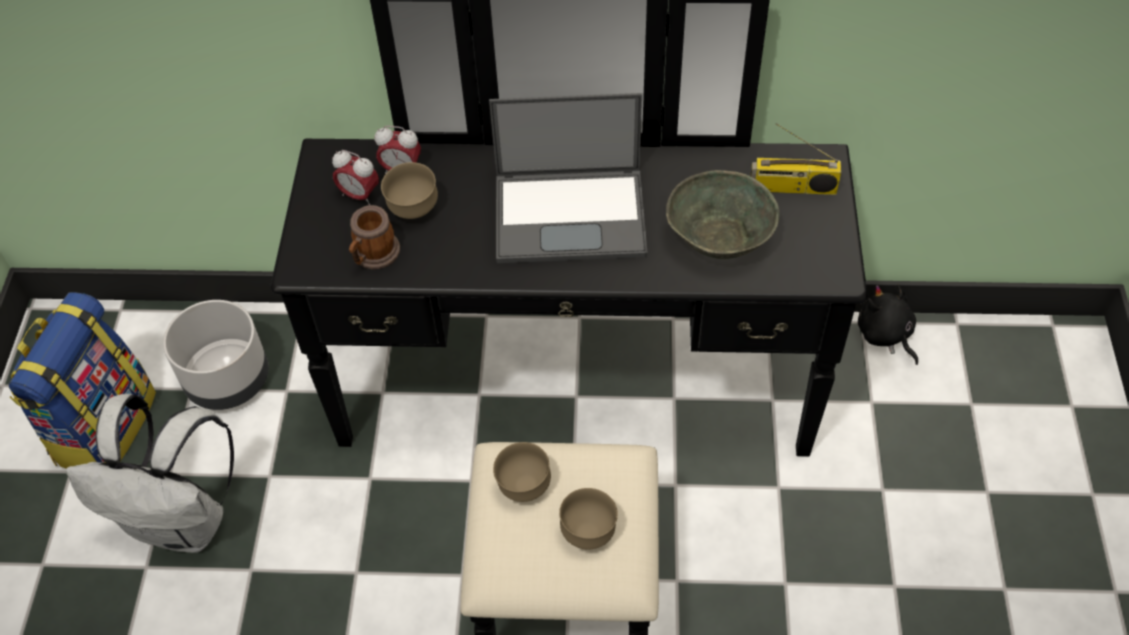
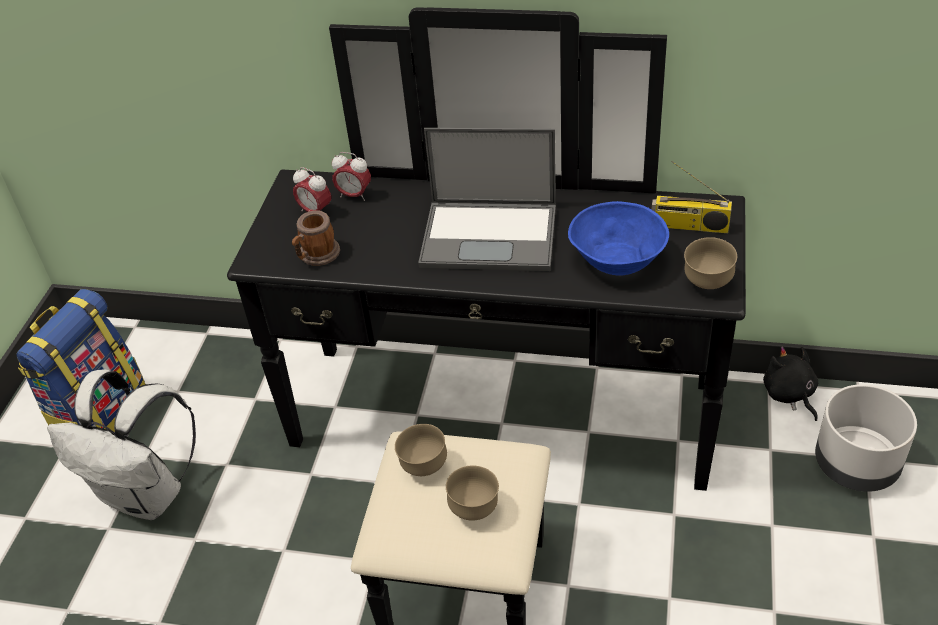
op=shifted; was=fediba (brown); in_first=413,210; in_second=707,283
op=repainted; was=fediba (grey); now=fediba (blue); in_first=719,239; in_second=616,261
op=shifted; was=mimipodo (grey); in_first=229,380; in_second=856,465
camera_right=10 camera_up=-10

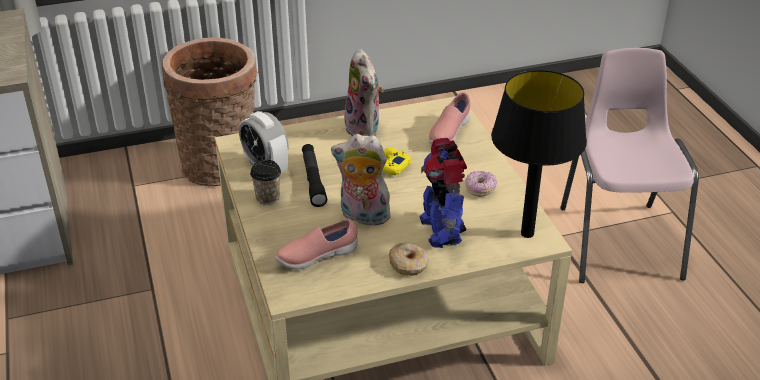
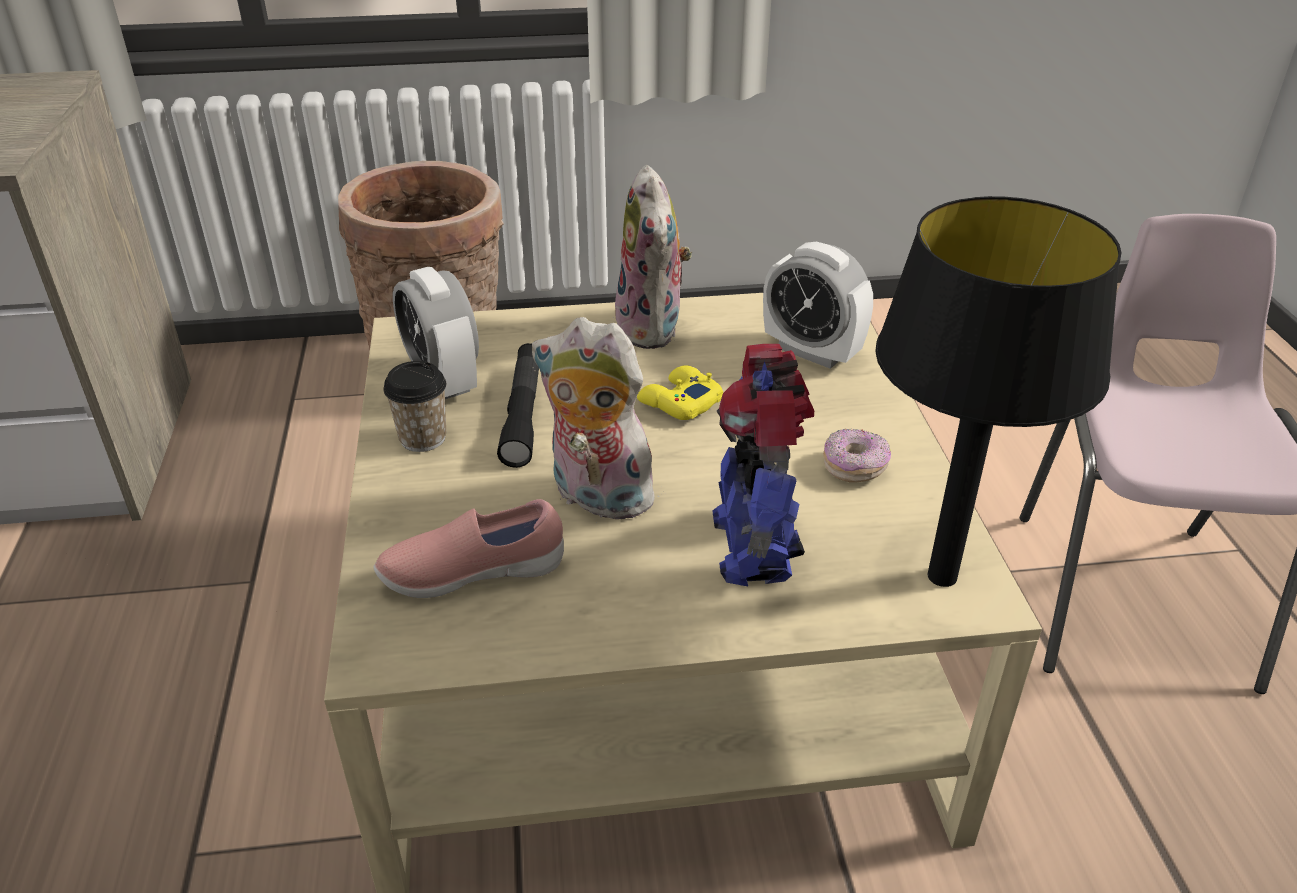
op=swapped; was=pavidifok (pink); now=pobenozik; in_first=448,133; in_second=812,352
op=gone; was=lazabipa; in_first=409,264
camera_right=10 camera_up=0

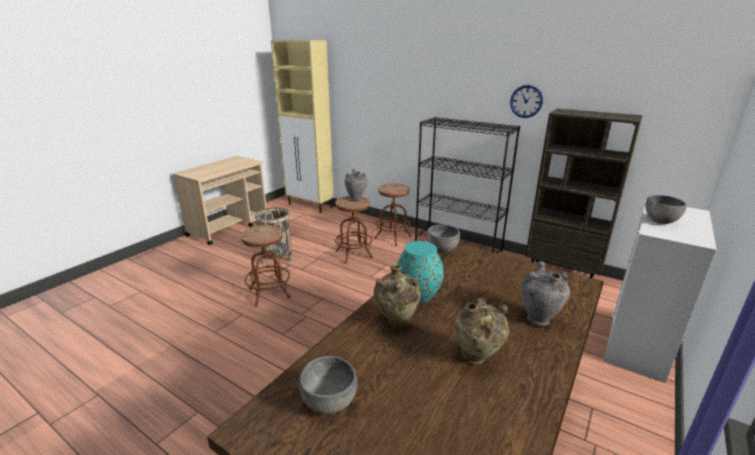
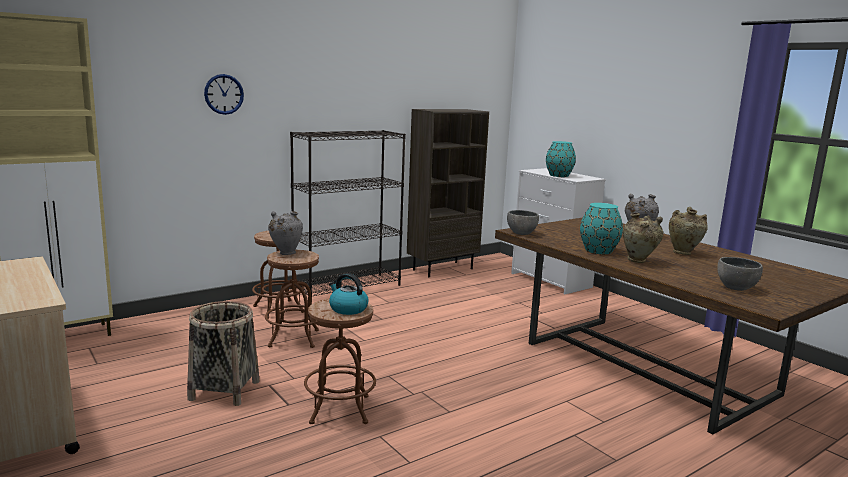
op=shifted; was=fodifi; in_first=526,101; in_second=224,94
op=swapped; was=fediba (grey); now=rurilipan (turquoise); in_first=660,221; in_second=559,175
op=new; now=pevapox; in_second=347,309
camera_right=-70 camera_up=-10

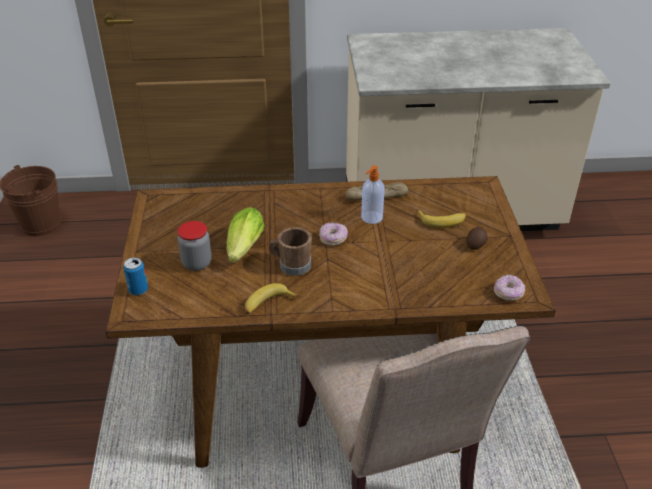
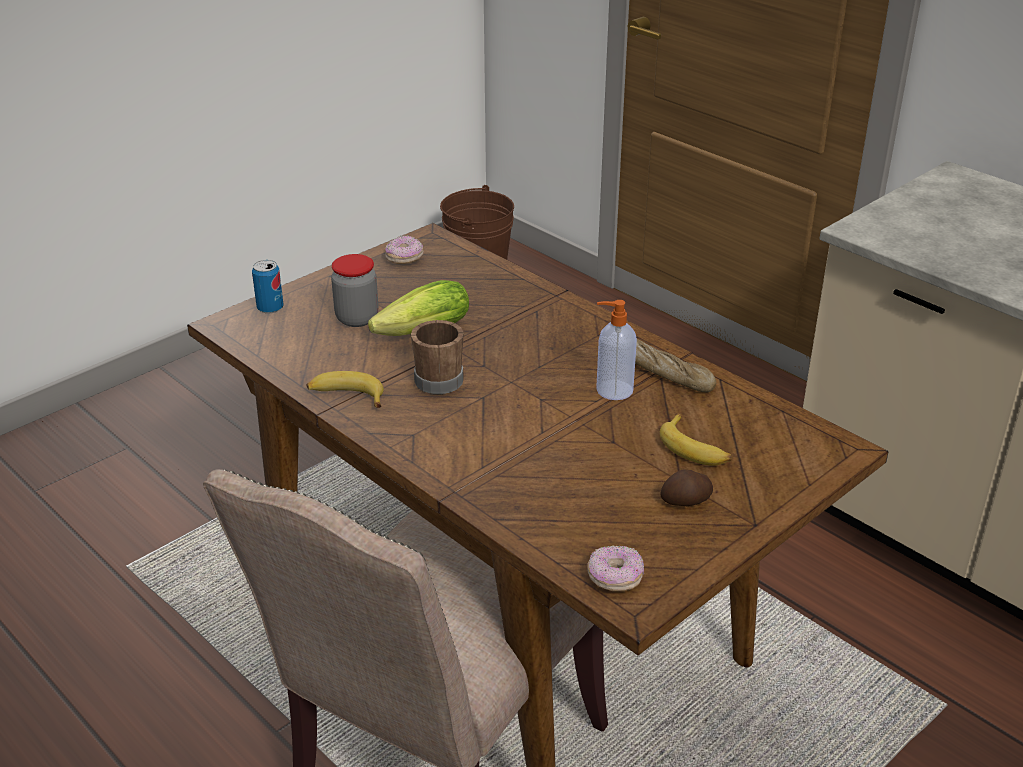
op=shifted; was=lazabipa; in_first=333,239; in_second=404,258
camera_right=50 camera_up=-5

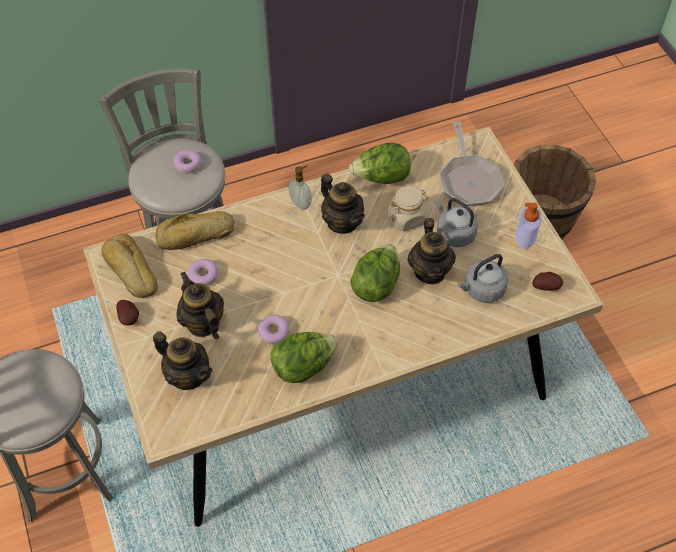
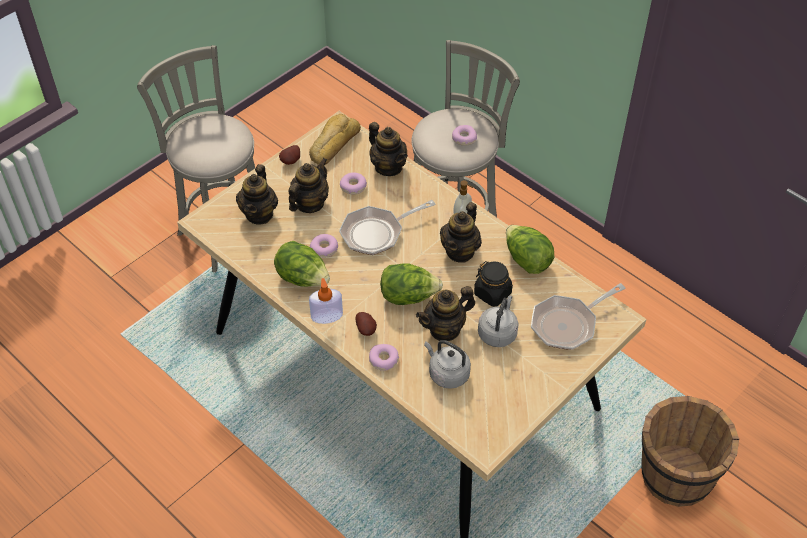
op=repainted; was=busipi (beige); now=busipi (black); in_first=407,218; in_second=492,293
op=shifted; was=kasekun; in_first=525,236; in_second=327,316
op=swapped; was=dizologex; now=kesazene; in_first=196,236; in_second=388,167
op=shifted; was=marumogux; in_first=546,286; in_second=366,329
op=new; now=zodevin; in_second=376,233
op=new; now=lazabipa; in_second=384,360
camera_right=65 camera_up=-5

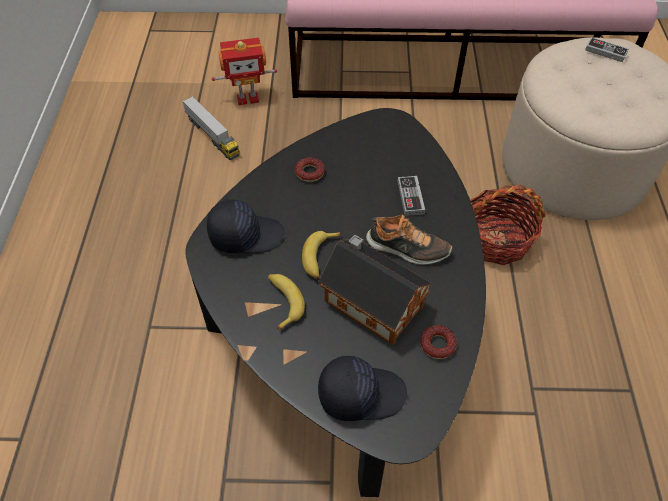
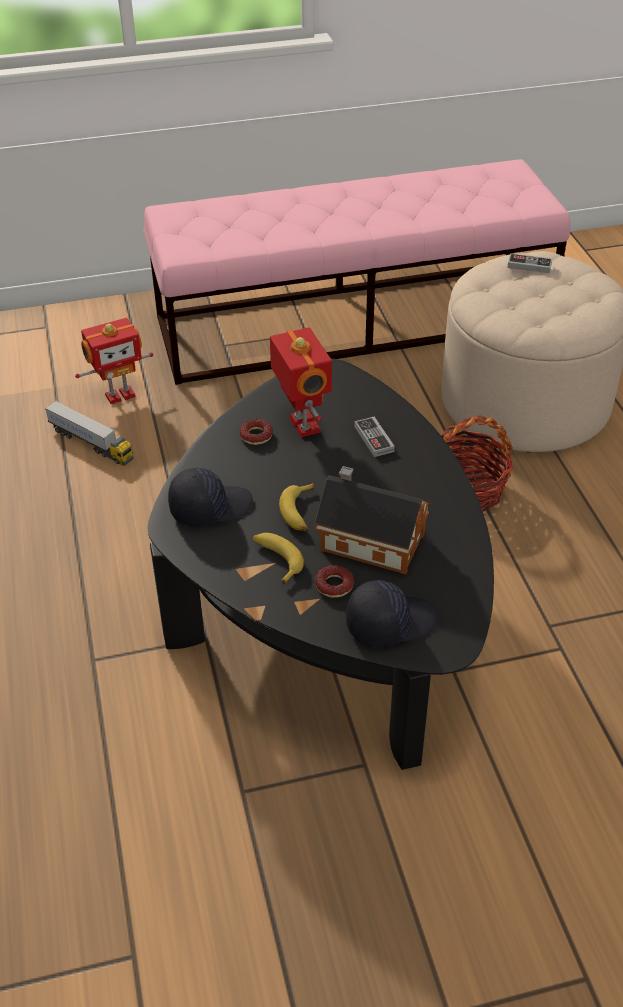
op=gone; was=pavidifok; in_first=407,248
op=shifted; was=lazabipa; in_first=437,344; in_second=334,585
op=new; now=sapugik; in_second=302,426
camera_right=-15 camera_up=-10

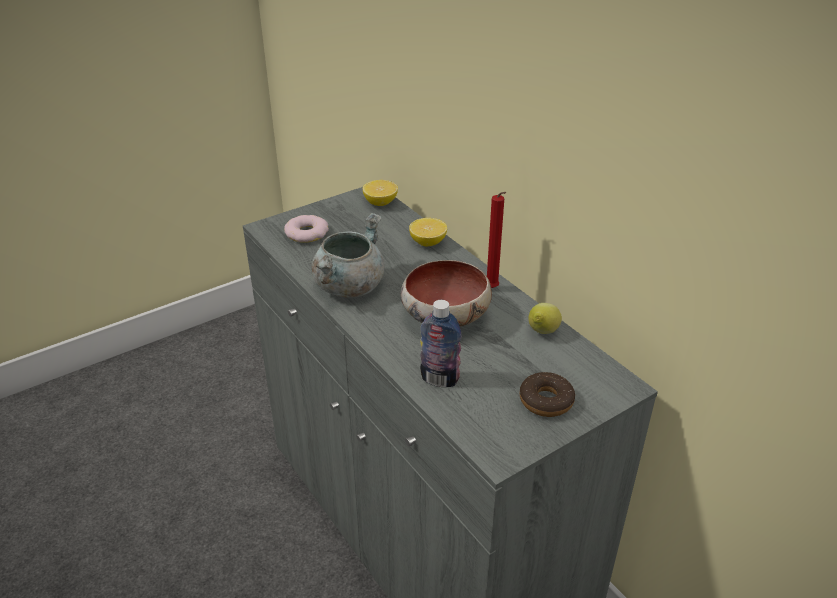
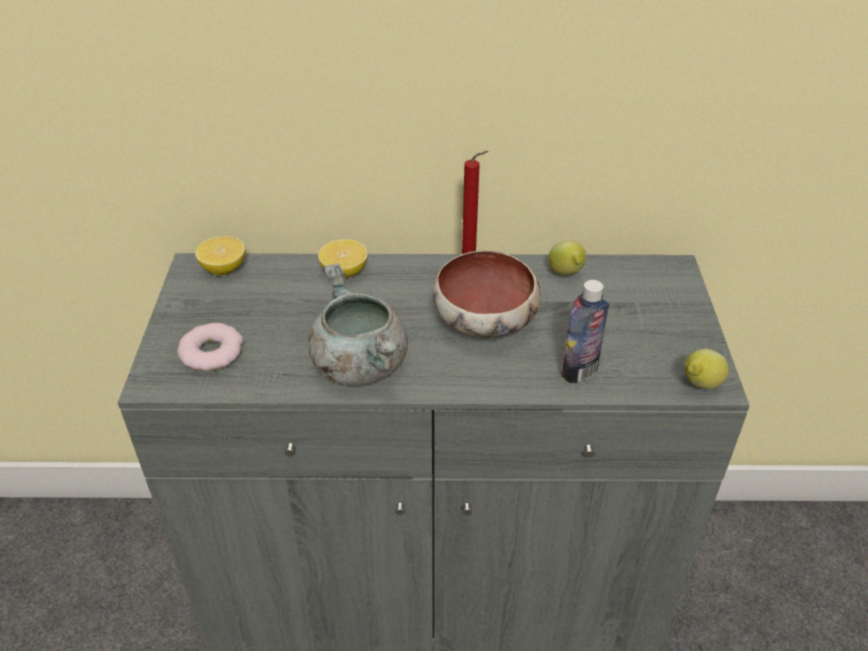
op=gone; was=lazabipa; in_first=546,401
op=new; now=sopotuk; in_second=699,386
camera_right=-55 camera_up=5

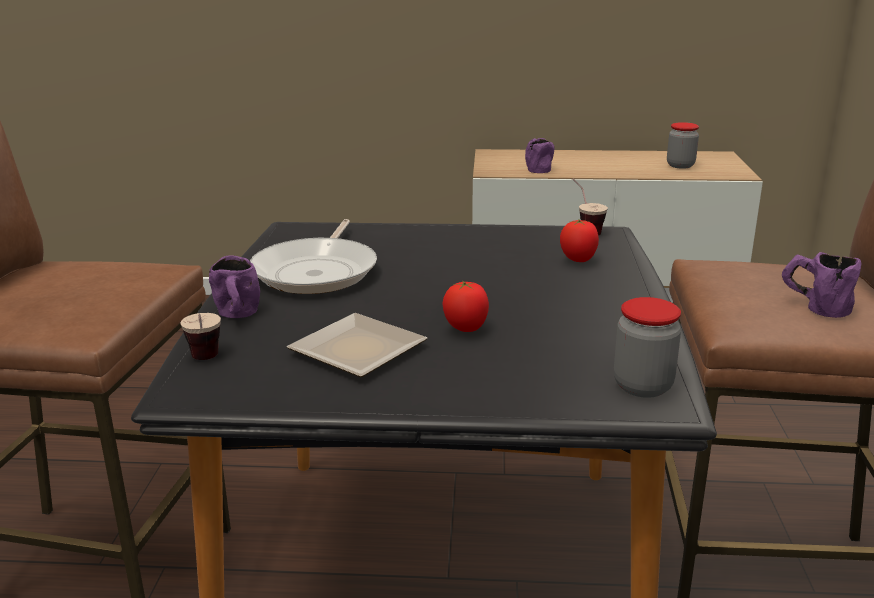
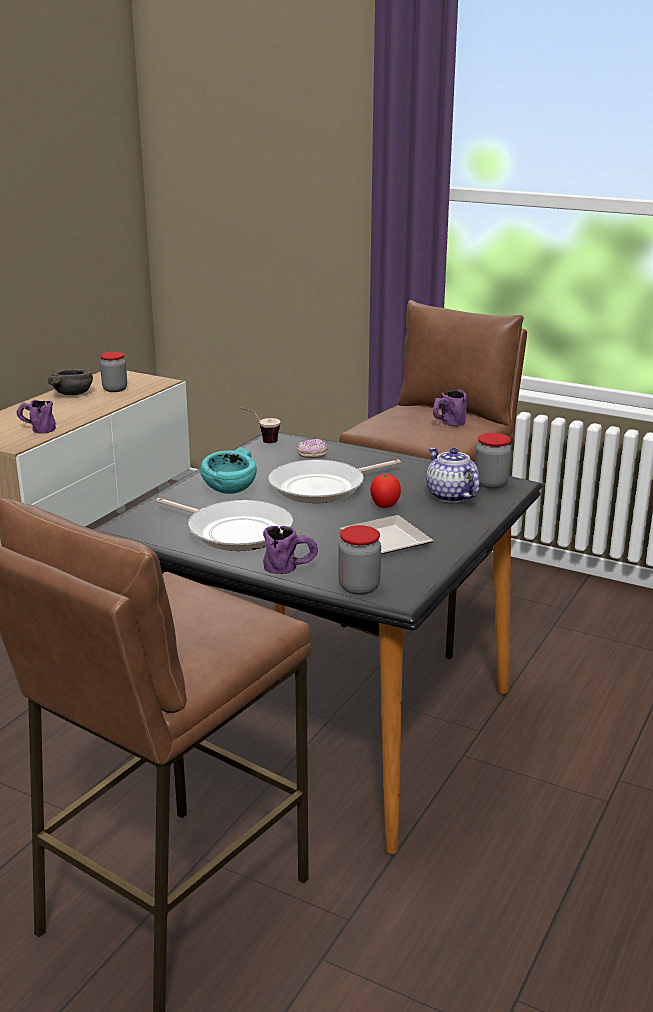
op=swapped; was=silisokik; now=lazabipa; in_first=578,260; in_second=312,456
op=swapped; was=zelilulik; now=busipi; in_first=205,362; in_second=359,587
op=new; now=fediba (grey); in_second=72,393
op=new; now=fediba (turquoise); in_second=230,489
op=new; now=kesazene; in_second=450,496
op=new; now=zodevin; in_second=322,487
camera_right=-65 camera_up=0

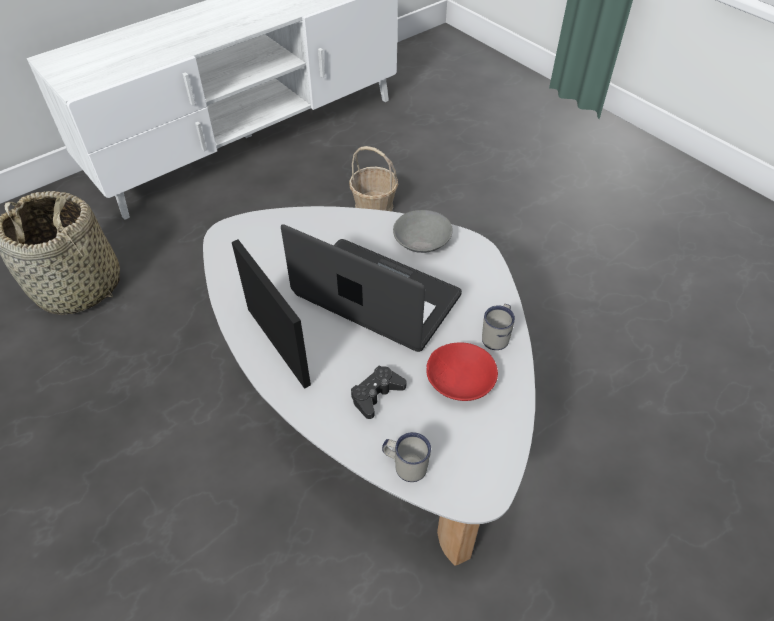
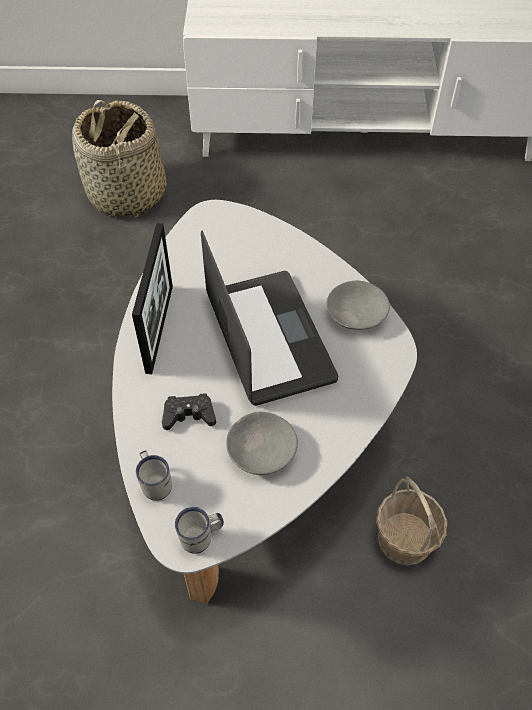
op=shifted; was=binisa; in_first=374,206; in_second=404,539
op=shifted; was=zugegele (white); in_first=497,336; in_second=202,537
op=repainted; was=fediba (red); now=fediba (grey); in_first=459,379; in_second=261,449
camera_right=40 camera_up=5

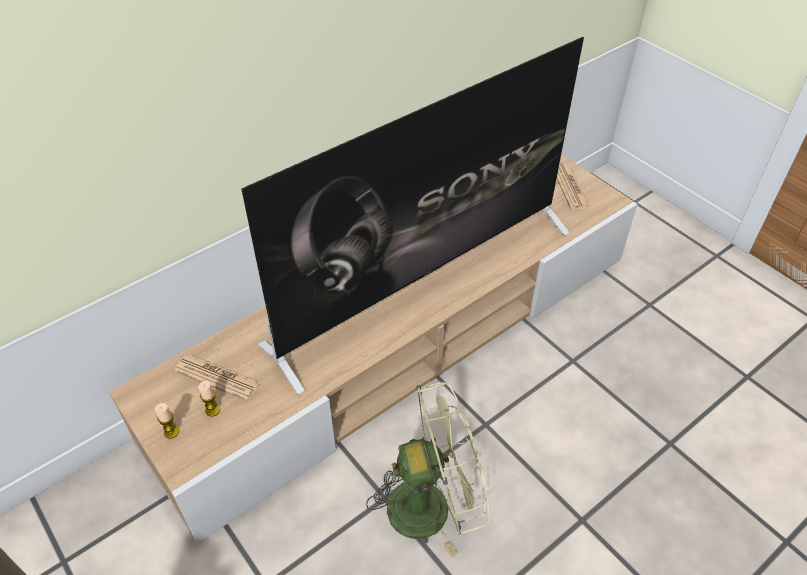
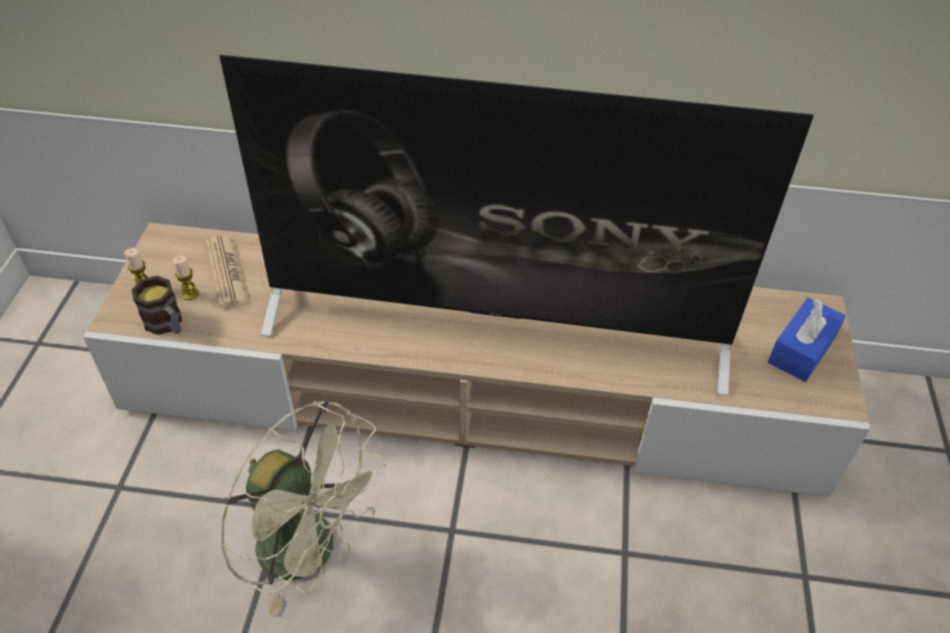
op=swapped; was=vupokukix; now=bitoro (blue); in_first=570,187; in_second=801,349
op=new; now=zugegele; in_second=167,325
camera_right=45 camera_up=0

